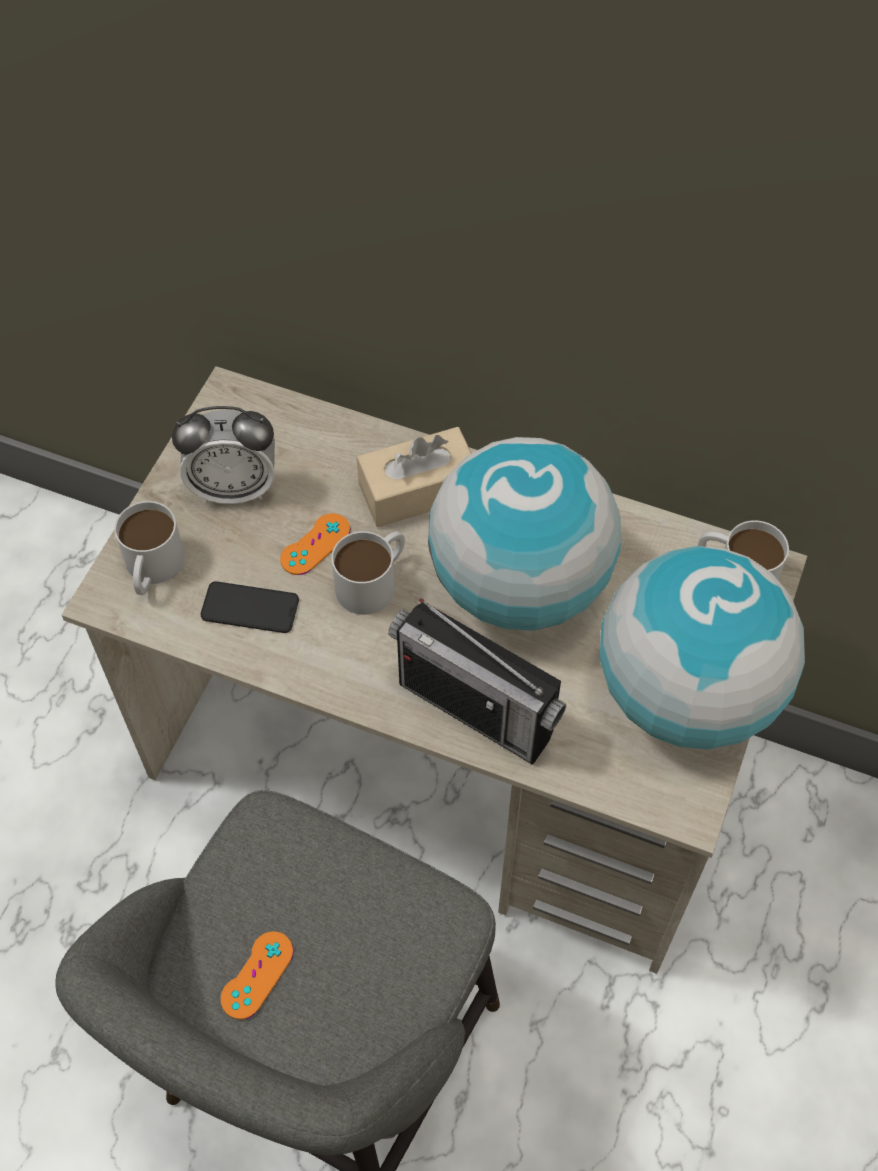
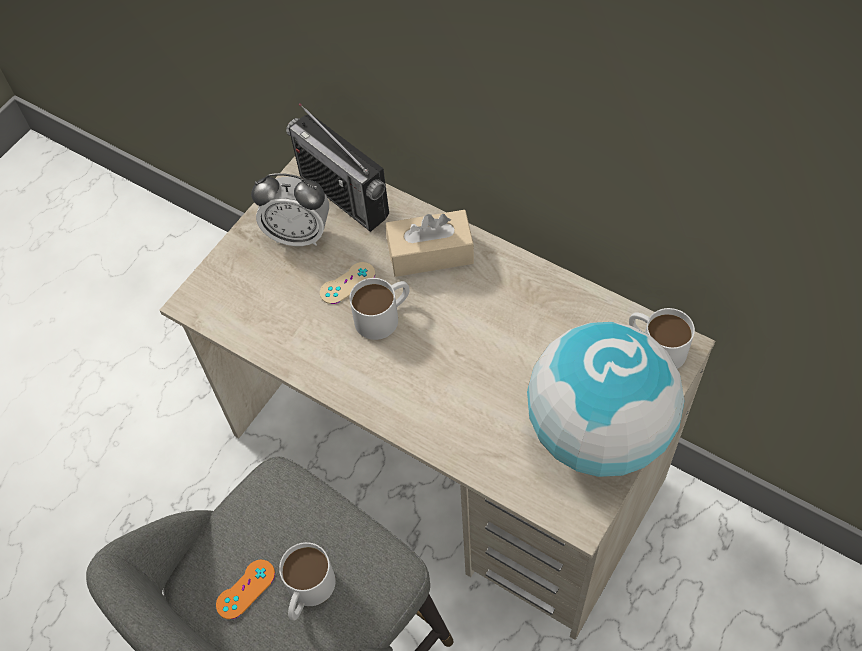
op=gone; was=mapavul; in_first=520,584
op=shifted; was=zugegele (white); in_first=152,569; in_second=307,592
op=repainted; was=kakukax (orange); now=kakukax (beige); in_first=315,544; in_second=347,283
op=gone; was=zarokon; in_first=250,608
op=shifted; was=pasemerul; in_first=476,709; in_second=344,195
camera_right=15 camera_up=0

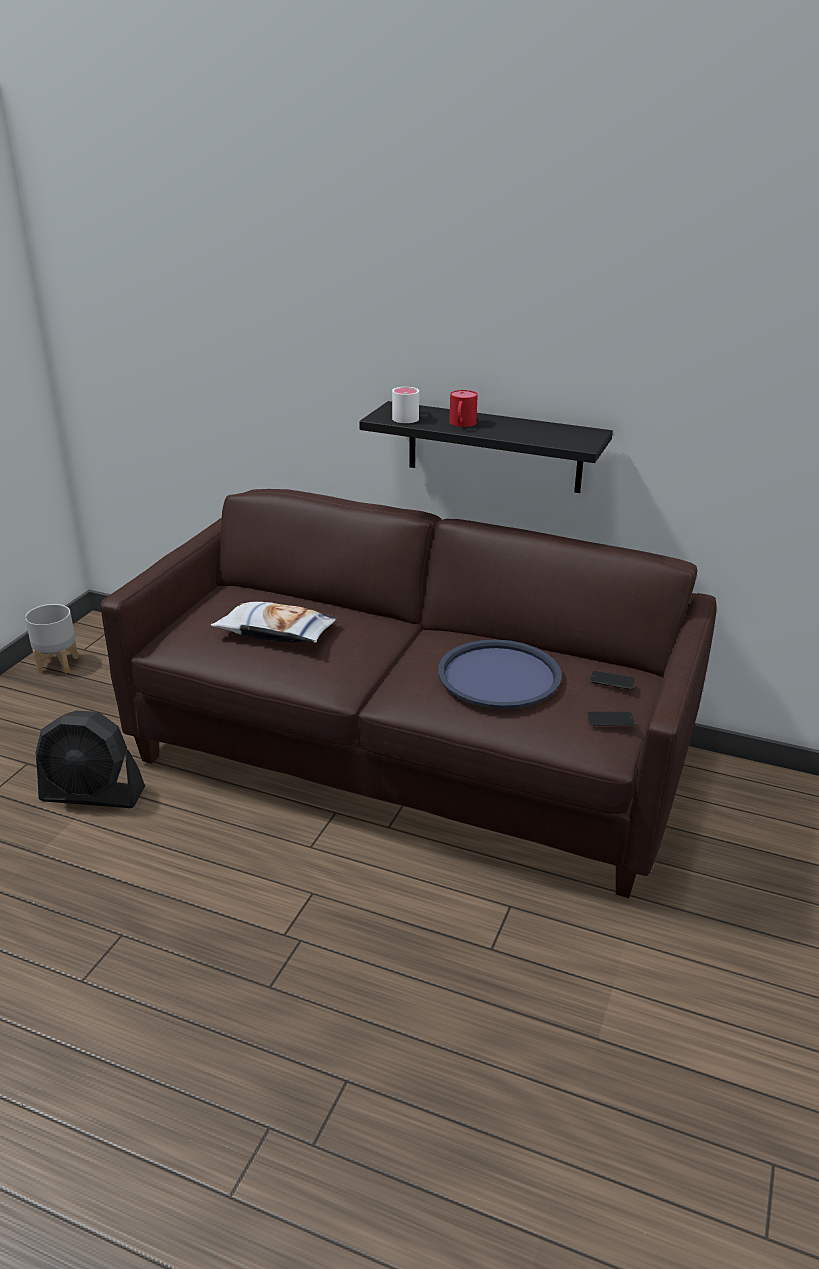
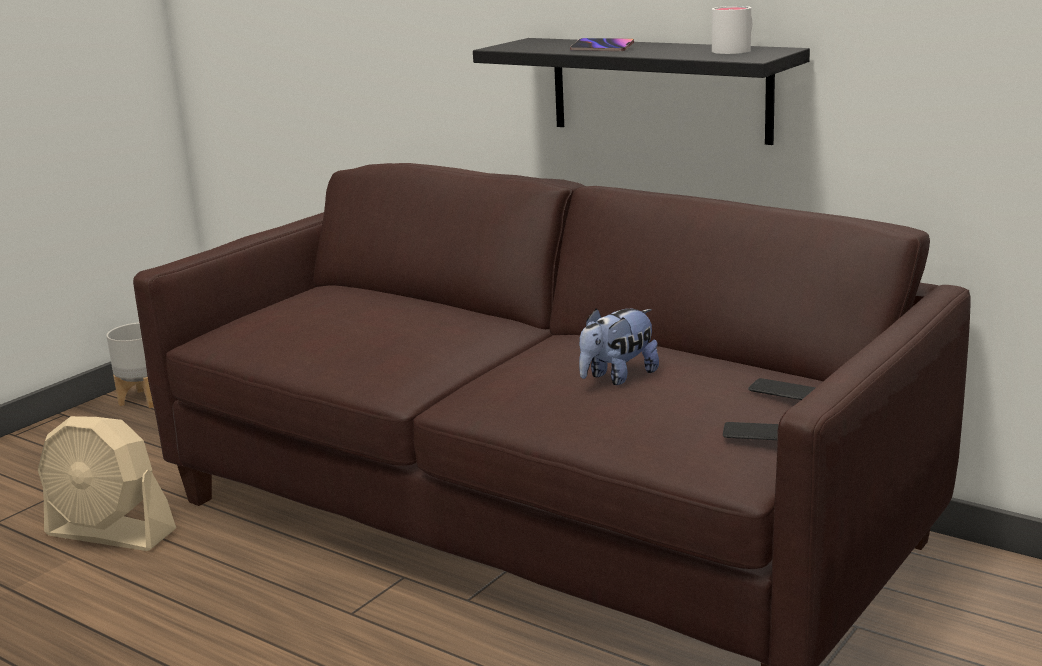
op=shifted; was=zugegele (white); in_first=408,417; in_second=736,49
op=swapped; was=zugegele (red); now=zarokon; in_first=461,424; in_second=602,48
op=gone; was=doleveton; in_first=276,631
op=swapped; was=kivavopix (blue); now=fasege; in_first=499,675; in_second=617,377
op=repainted; was=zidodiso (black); now=zidodiso (beige); in_first=93,794; in_second=111,533
camera_right=15 camera_up=-10

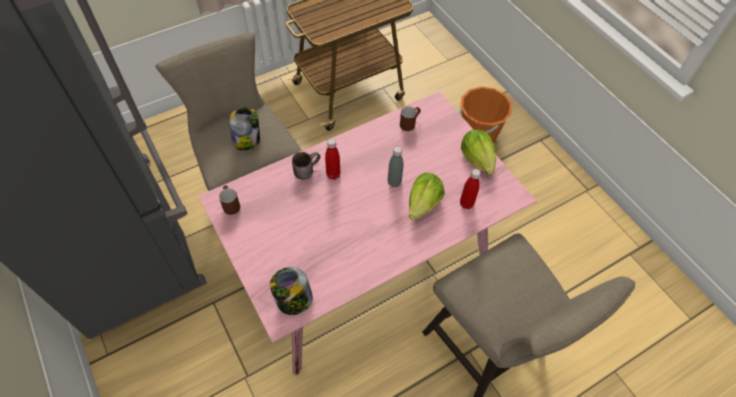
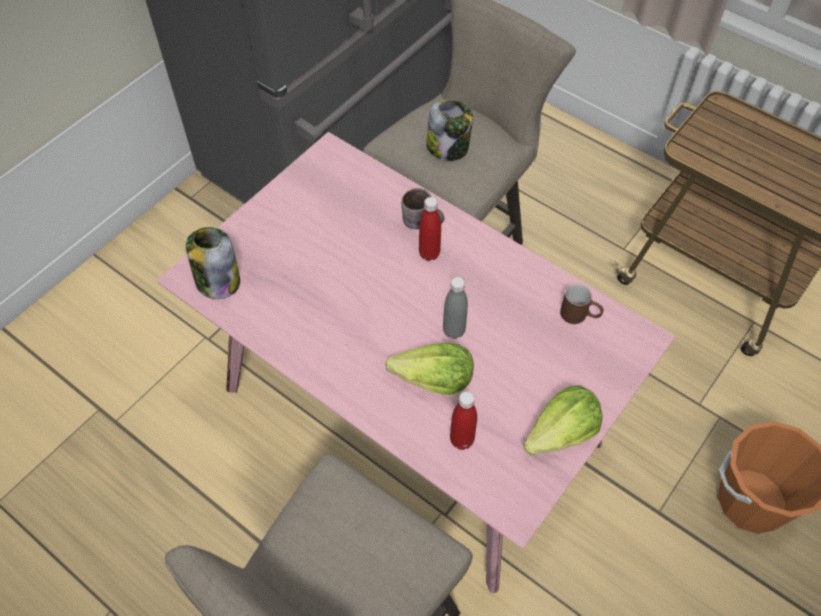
op=gone; was=zugegele (brown); in_first=230,204
camera_right=70 camera_up=0

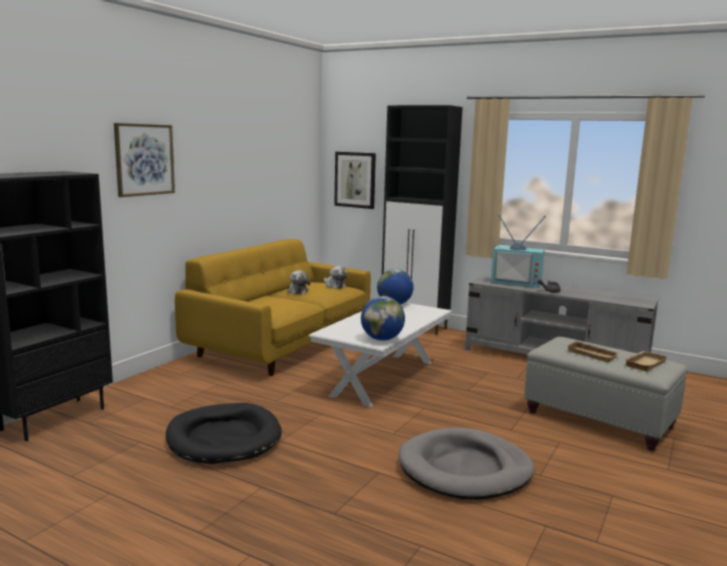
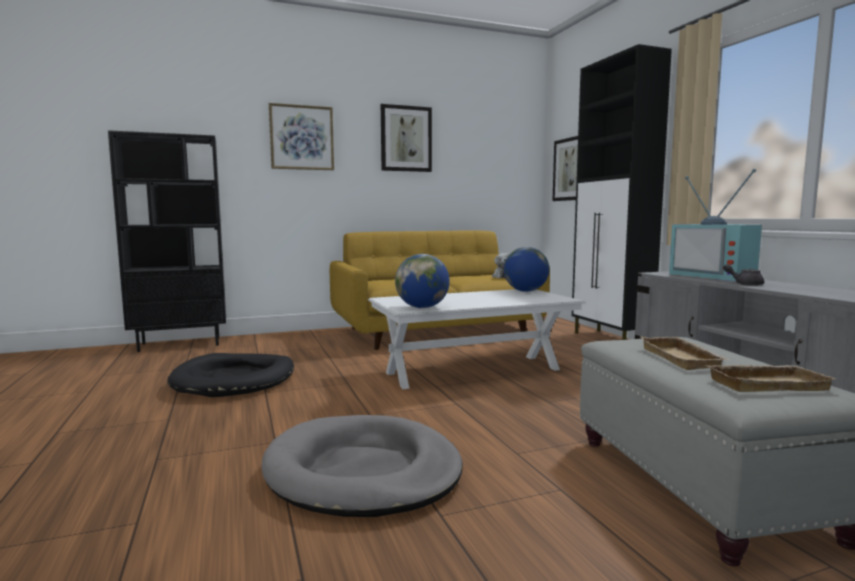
op=gone; was=fasege; in_first=297,291
op=new; now=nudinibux; in_second=406,139
camera_right=40 camera_up=-5

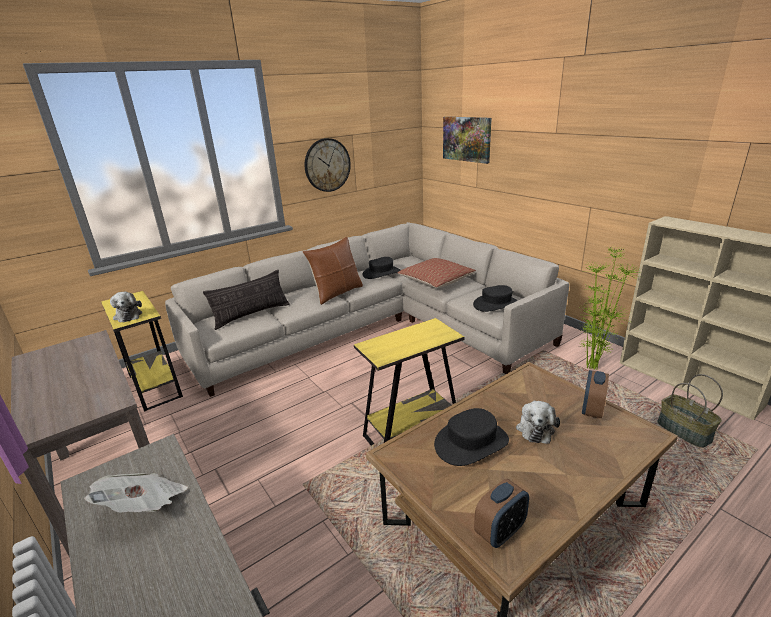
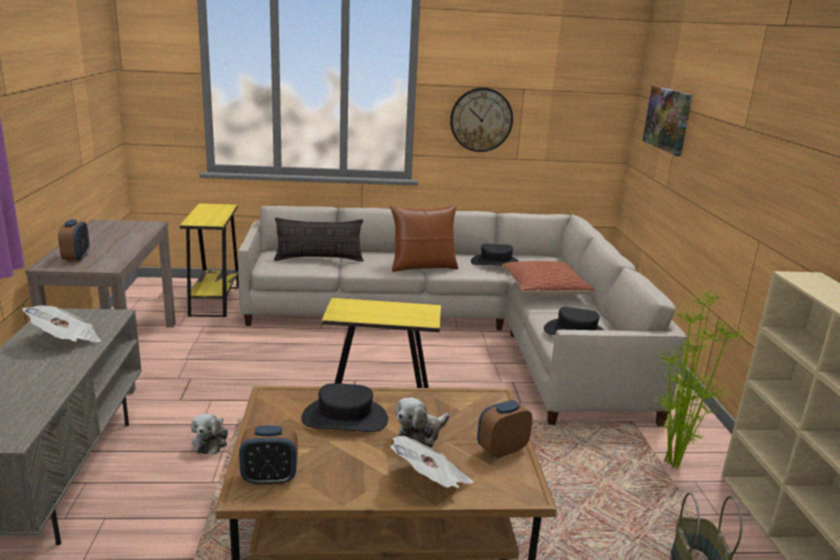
op=shifted; was=fasege; in_first=128,315; in_second=211,442
op=new; now=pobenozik; in_second=76,258
op=new; now=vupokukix; in_second=430,481
camera_right=30 camera_up=-5

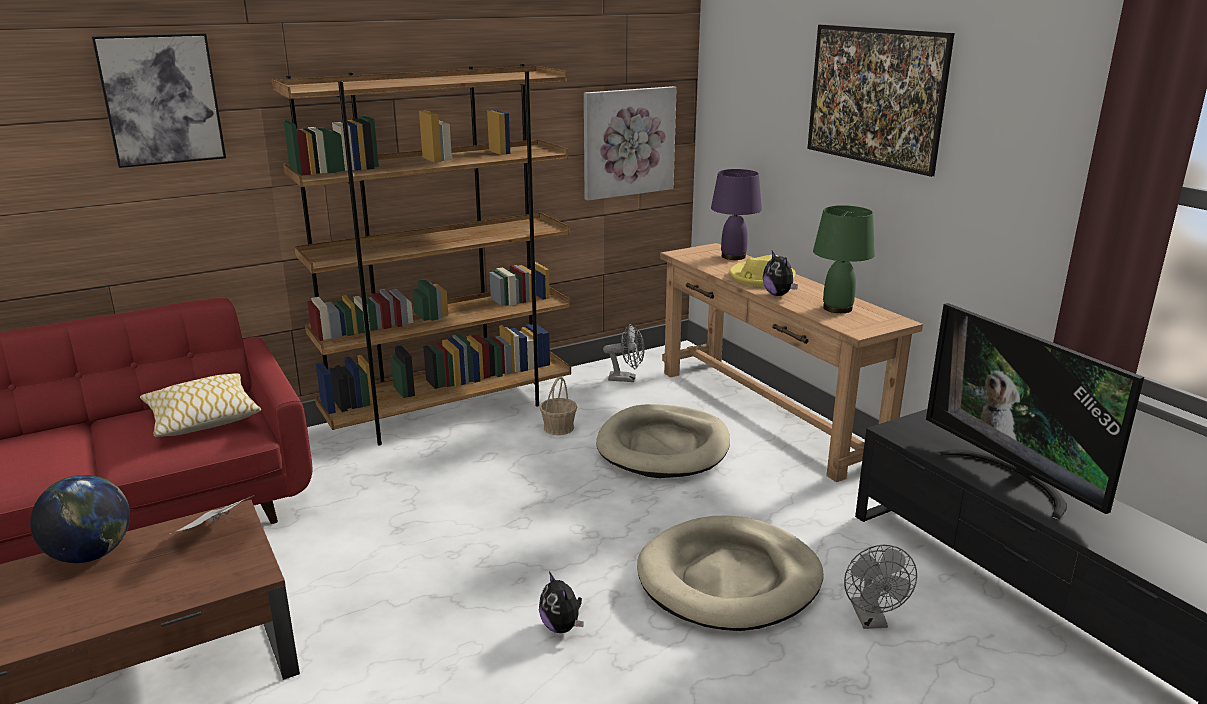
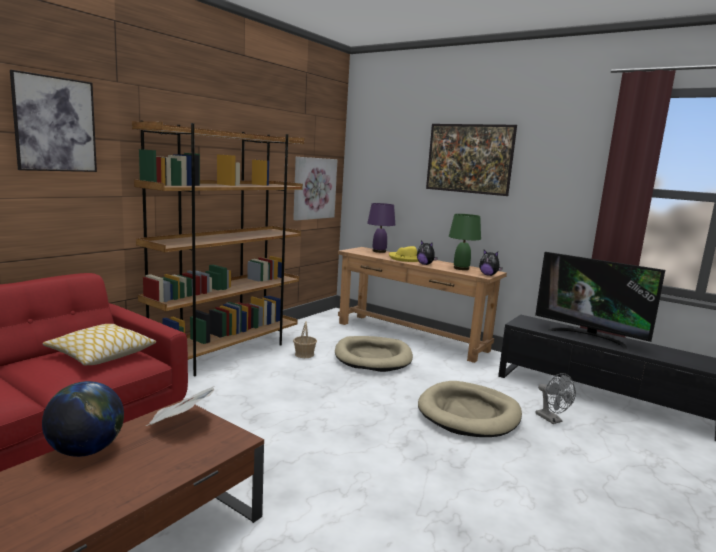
op=gone; was=zidodiso (grey); in_first=626,379
op=shifted; was=fasege; in_first=562,627; in_second=488,275
camera_right=-25 camera_up=-10

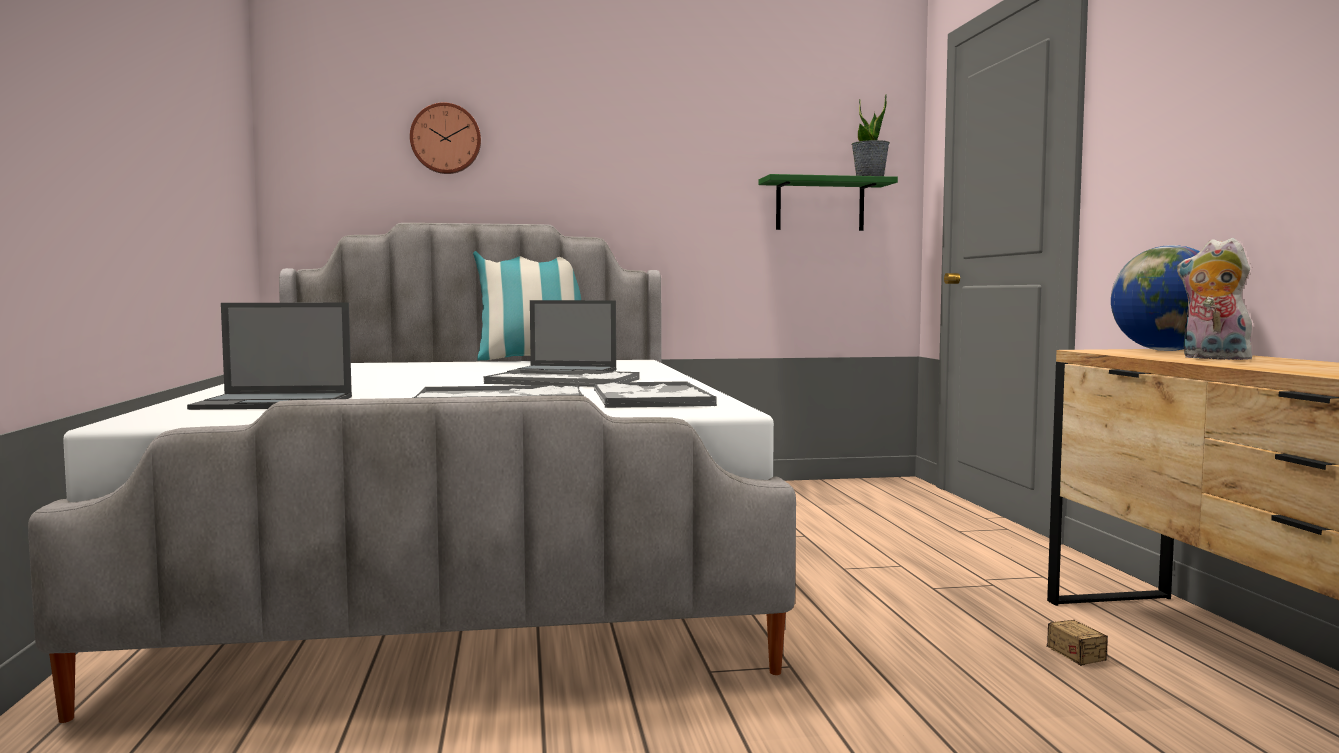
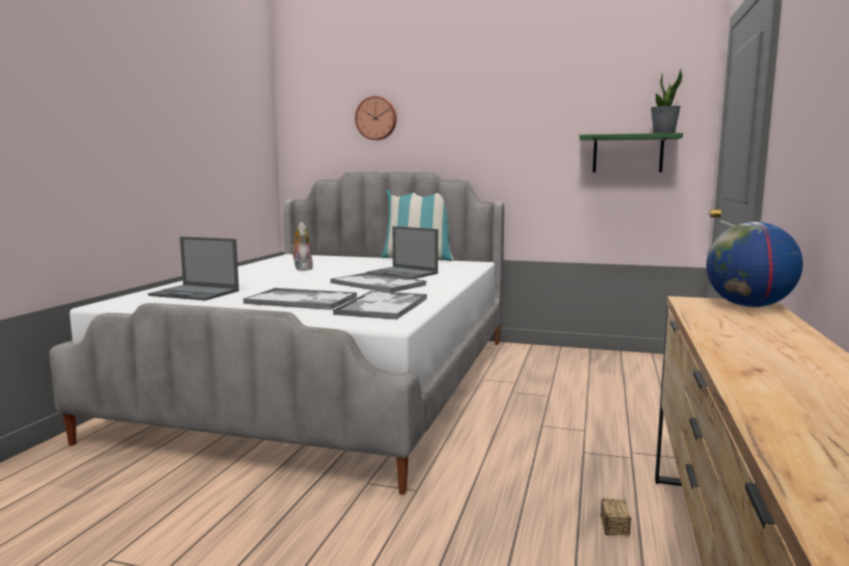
op=shifted; was=fasege; in_first=1212,358; in_second=302,269
camera_right=25 camera_up=5

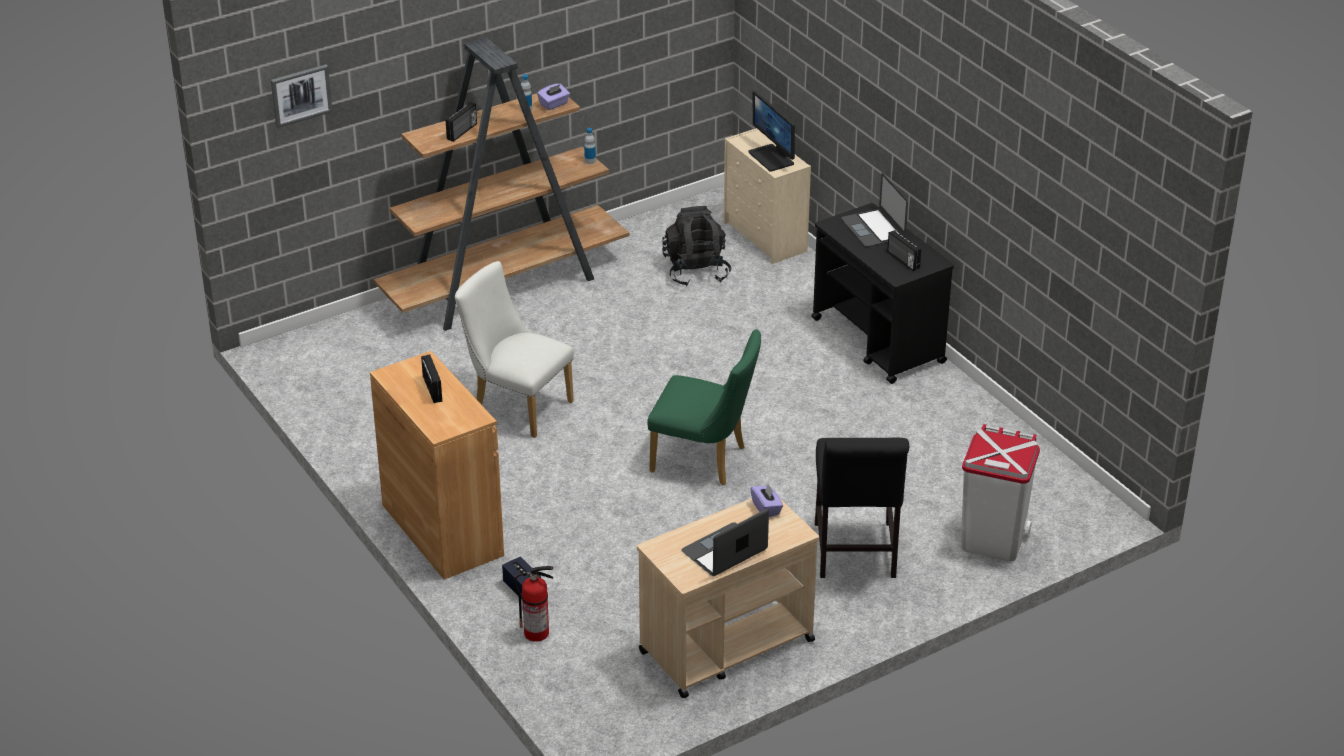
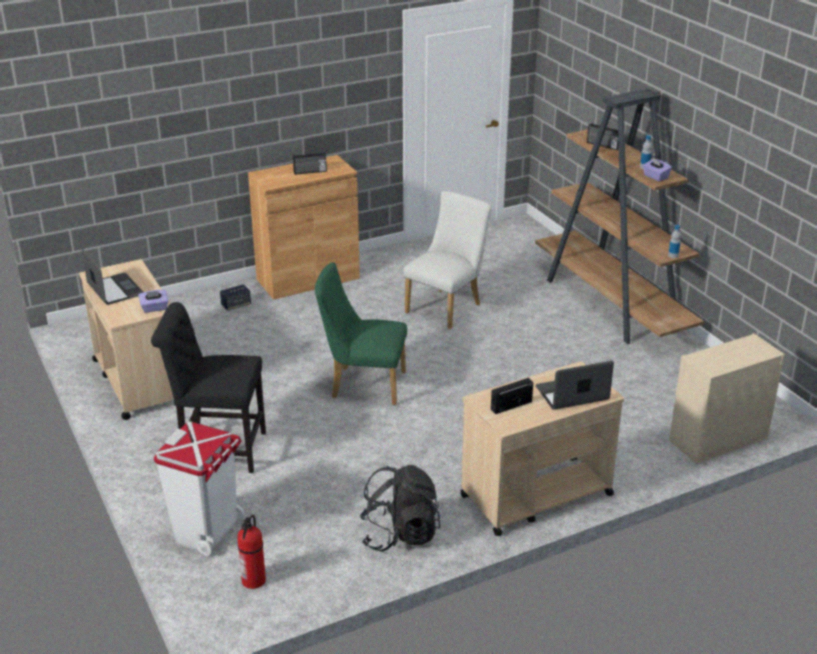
op=gone; was=nudinibux; in_first=301,95
op=gone; was=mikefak; in_first=772,158
op=repainted; was=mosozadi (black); now=mosozadi (beige); in_first=878,341; in_second=535,495
op=shifted; was=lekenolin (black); in_first=696,271; in_second=399,534
op=rotated; was=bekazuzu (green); in_first=705,460; in_second=362,385; clockwise=75
op=shifted; was=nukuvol; in_first=537,632; in_second=254,581
camera_right=95 camera_up=-5

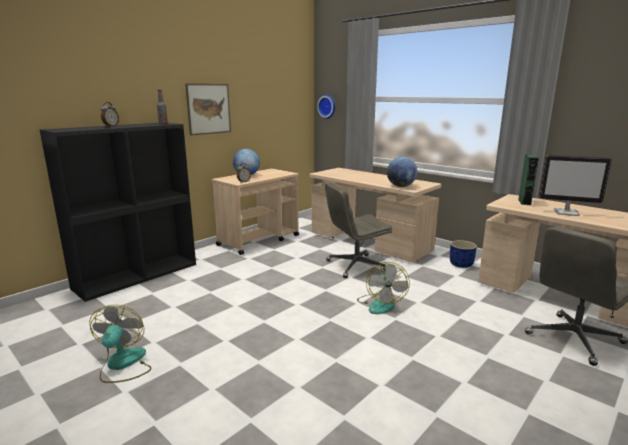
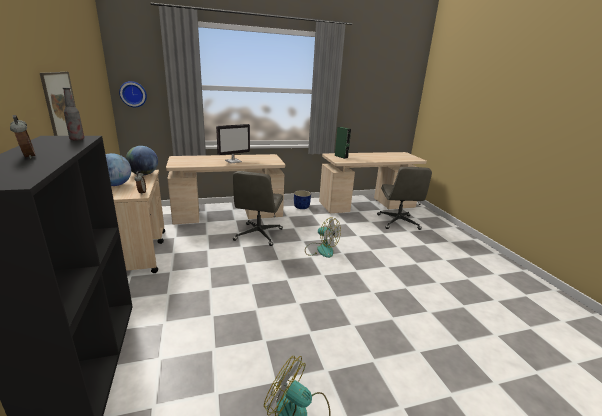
op=shifted; was=mikefak; in_first=566,212; in_second=233,161
op=shifted; was=mapavul; in_first=401,186; in_second=144,174
camera_right=-60 camera_up=5

